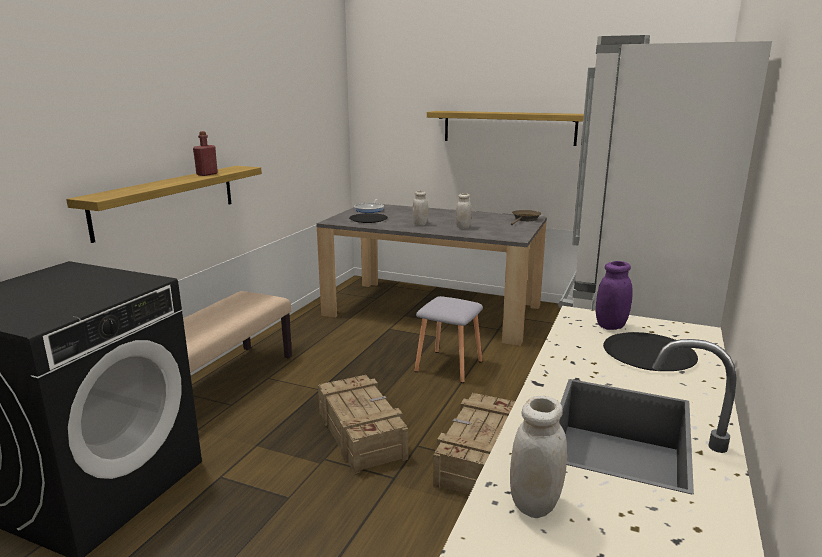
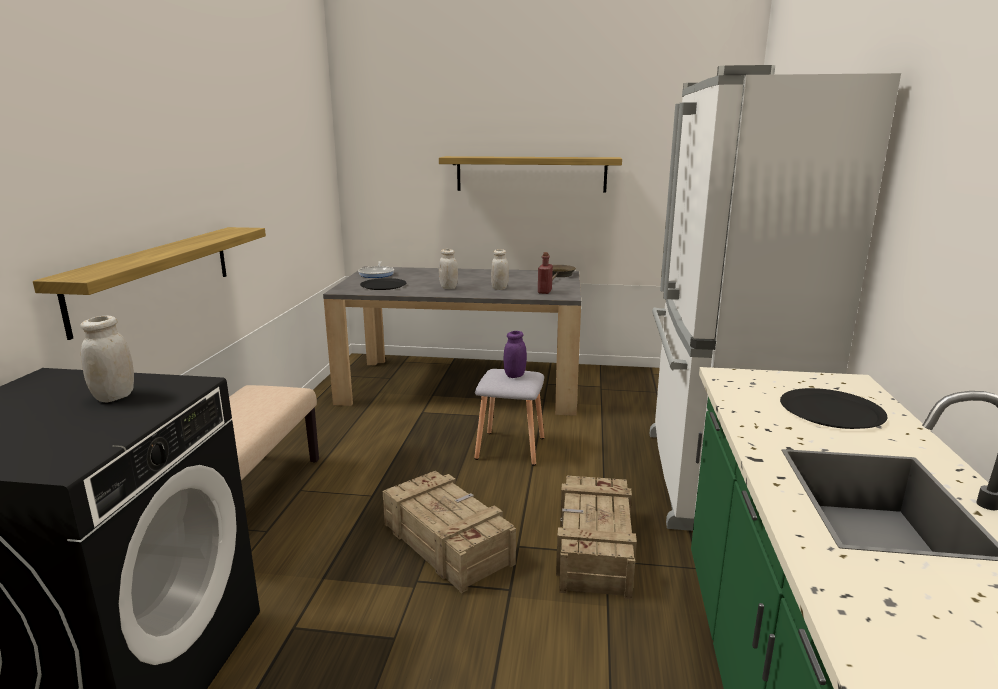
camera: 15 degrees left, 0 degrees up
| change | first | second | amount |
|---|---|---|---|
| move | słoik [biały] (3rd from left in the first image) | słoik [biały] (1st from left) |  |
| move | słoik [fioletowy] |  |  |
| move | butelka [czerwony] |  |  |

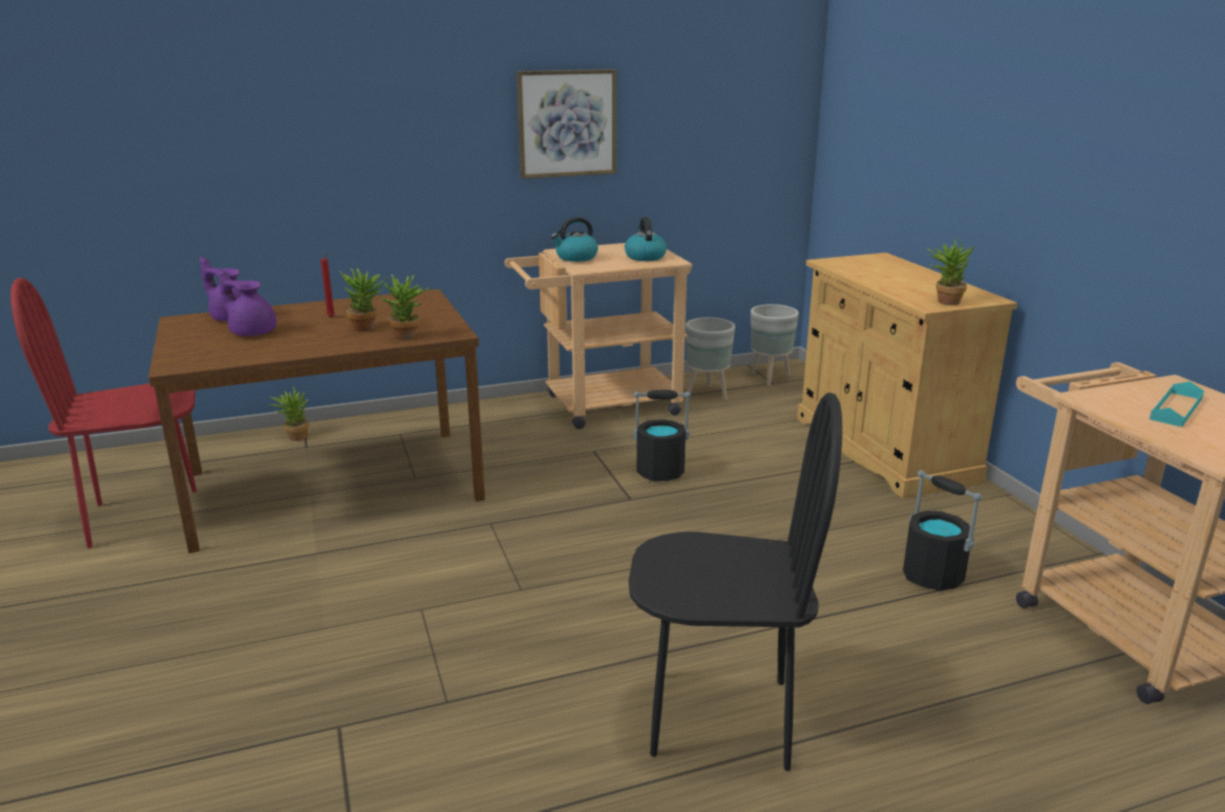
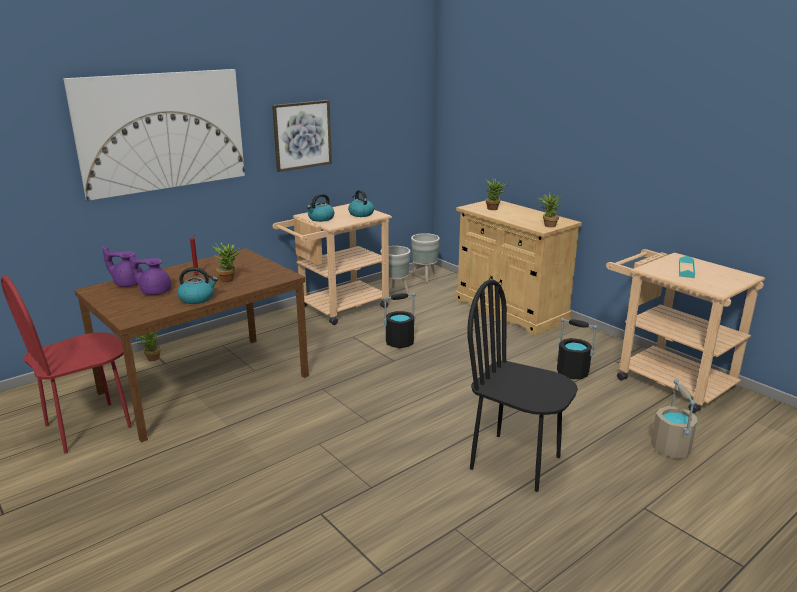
camera: 20 degrees left, 0 degrees up
| change | first | second | amount |
|---|---|---|---|
| insert |  | obraz (1st from left) |  |
| insert |  | czajnik (1st from left) |  |
| rotate | krzesło [czarny] |  | 135 degrees counterclockwise |
| move | roślina doniczkowa (3rd from left) |  |  |
| insert |  | wiadro [beżowy] |  |

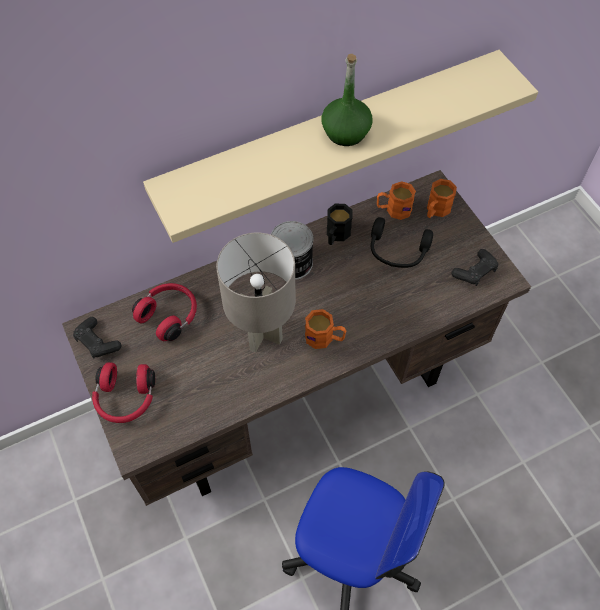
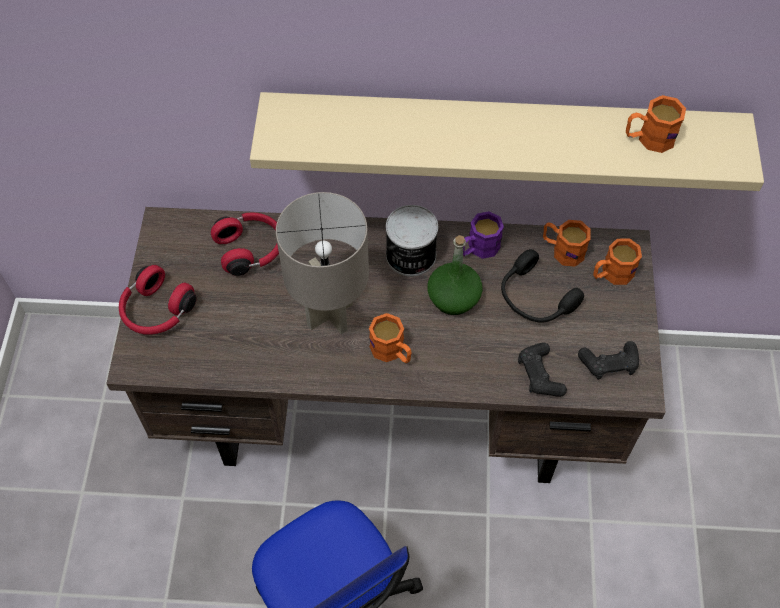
camera: 30 degrees right, 0 degrees up
| change | first | second | amount |
|---|---|---|---|
| move | butelka [zielony] |  |  |
| recolor | kubek [czarny] | kubek [fioletowy] |  |
| move | pad do gier [czarny] (1st from left) |  |  |
| insert |  | kubek [pomarańczowy] (4th from left) |  |

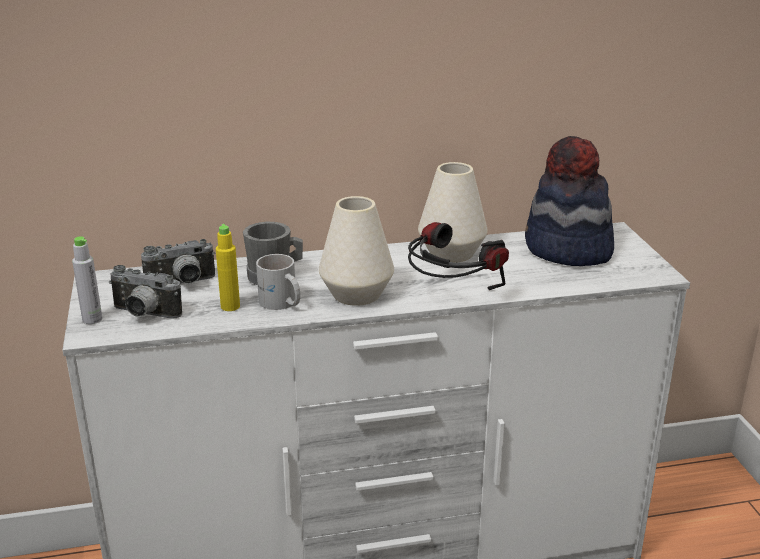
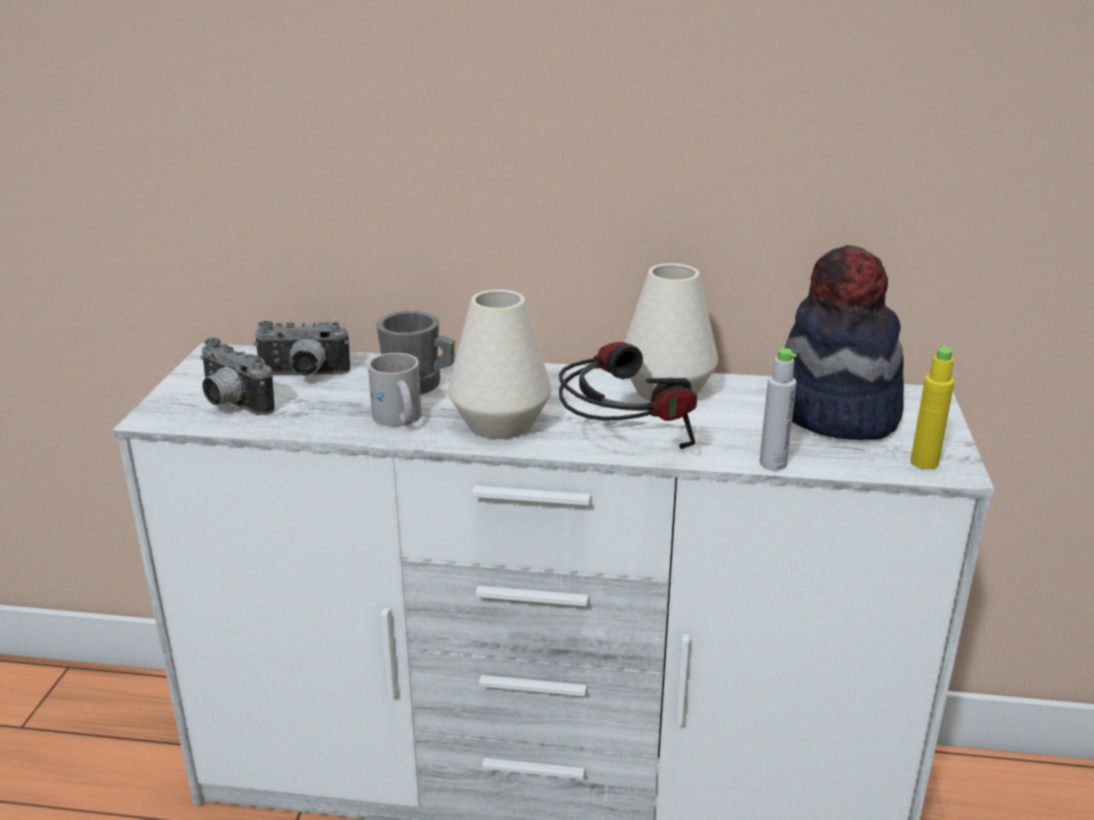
camera: 20 degrees right, 0 degrees up
| change | first | second | amount |
|---|---|---|---|
| move | butelka [szary] |  |  |
| move | butelka [żółty] |  |  |

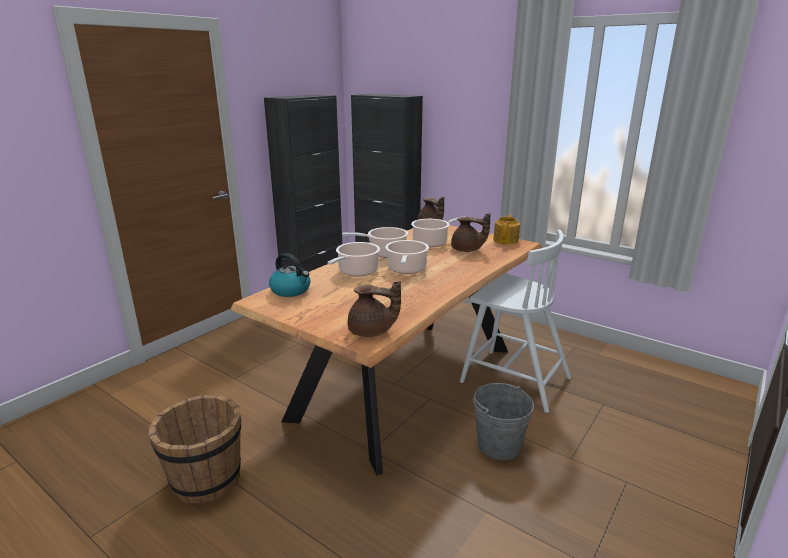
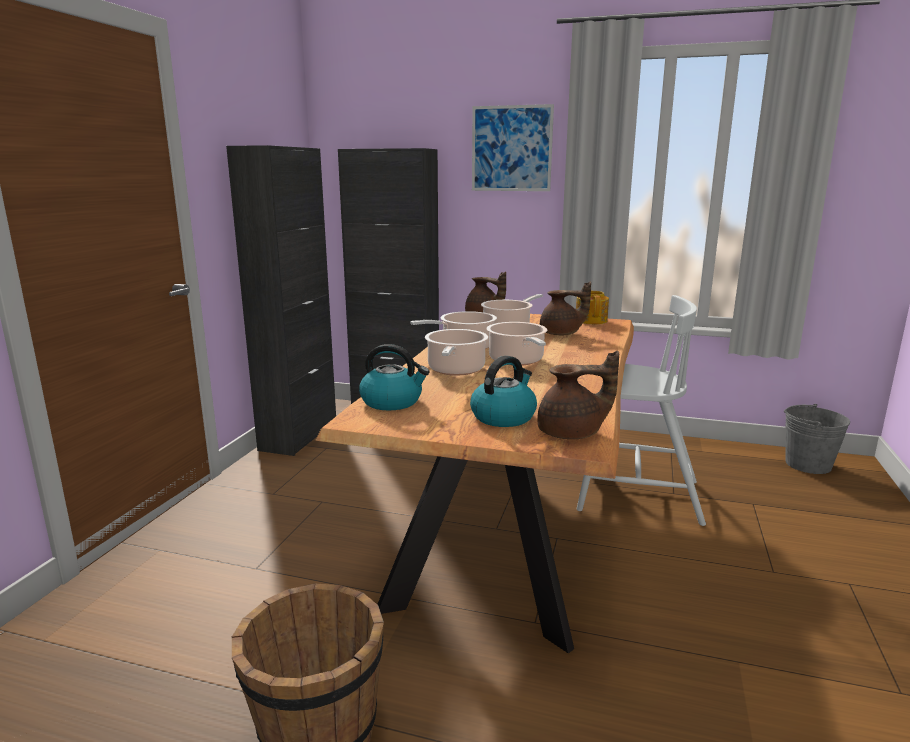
camera: 20 degrees left, 5 degrees down
| change | first | second | amount |
|---|---|---|---|
| insert |  | czajnik (2nd from left) |  |
| insert |  | obraz |  |
| move | wiadro [szary] |  |  |

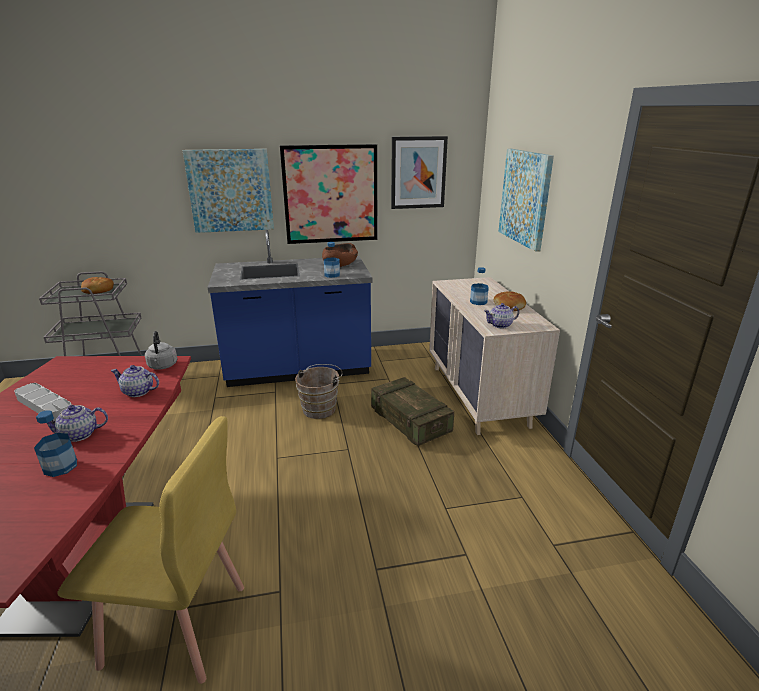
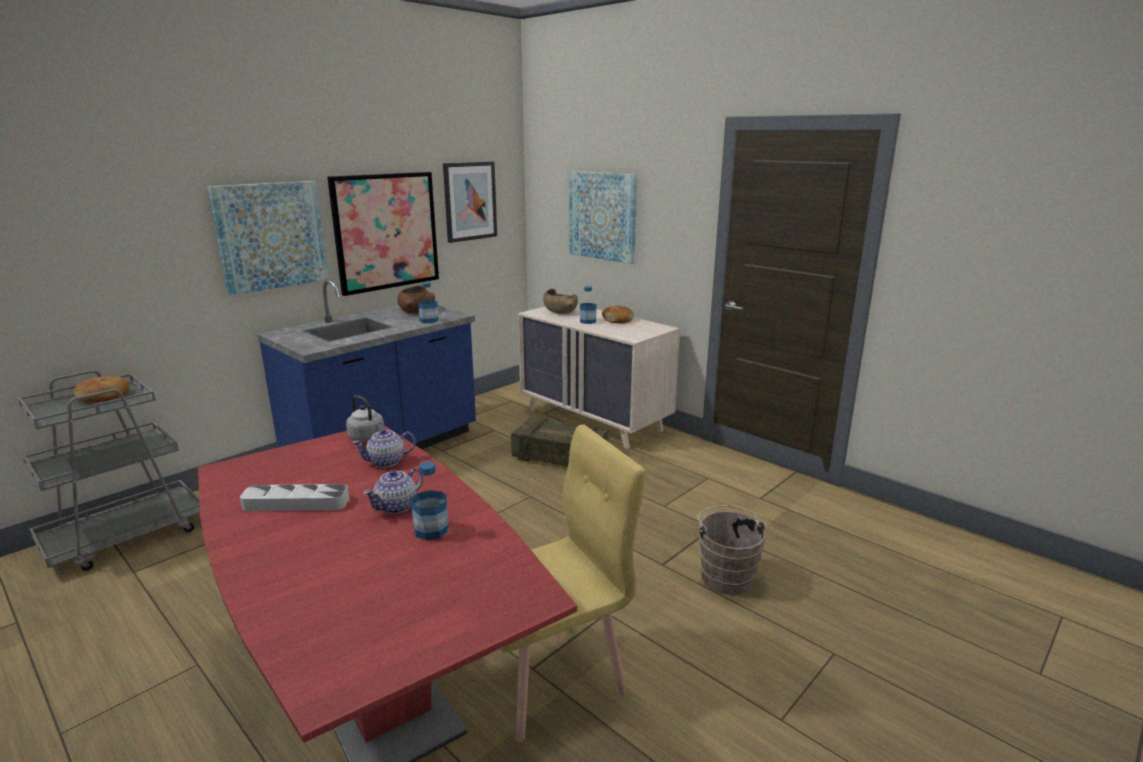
camera: 35 degrees left, 5 degrees down
| change | first | second | amount |
|---|---|---|---|
| insert |  | miska [brązowy] (2nd from left) |  |
| move | wiadro [brązowy] |  |  |
| delete | imbryk (3rd from left) |  |  |

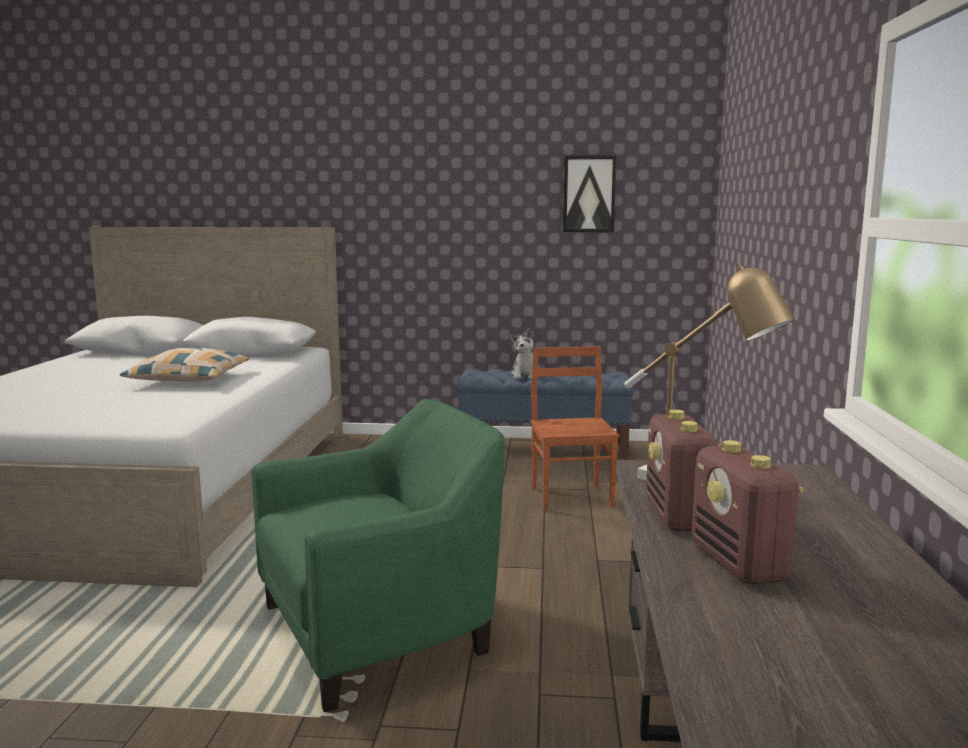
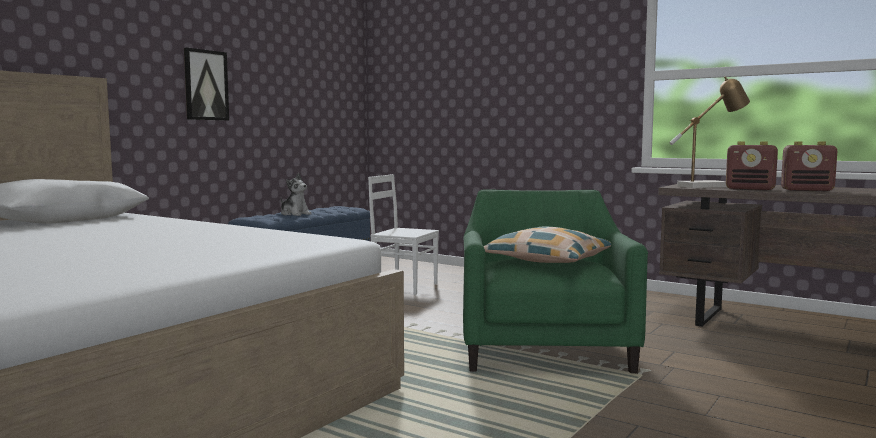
camera: 60 degrees left, 5 degrees down
| change | first | second | amount |
|---|---|---|---|
| move | obraz |  |  |
| recolor | krzesło [brązowy] | krzesło [biały] |  |
| move | poduszka |  |  |

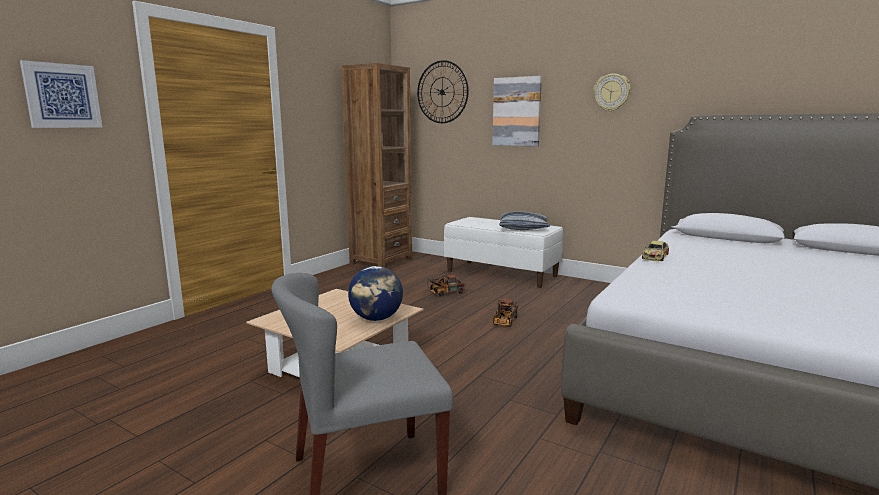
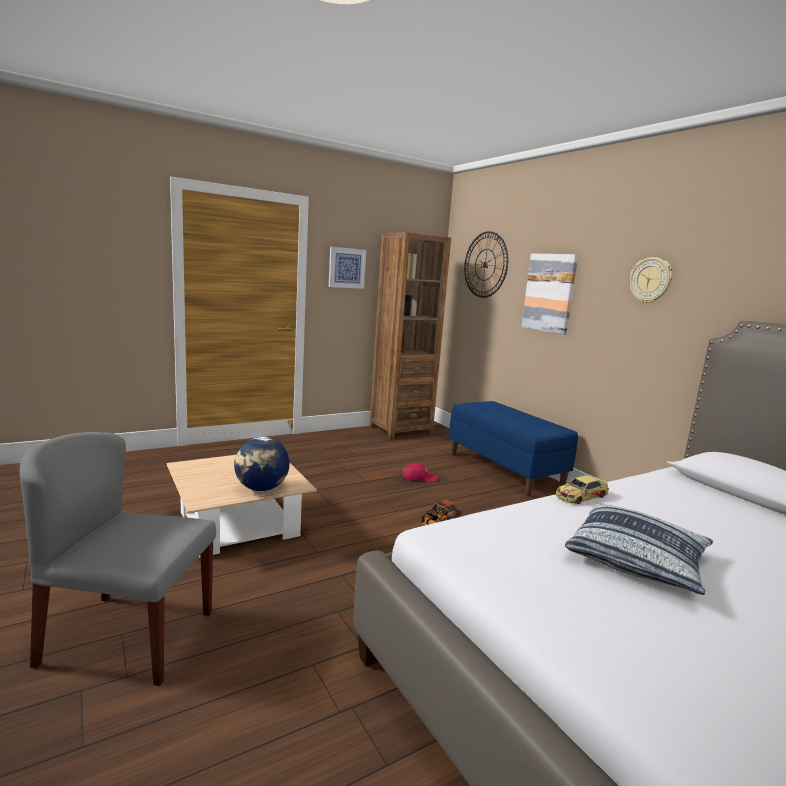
camera: 25 degrees right, 0 degrees up
| change | first | second | amount |
|---|---|---|---|
| move | obraz (1st from left) |  |  |
| replace | ciężarówka zabawkowa (1st from left) | czapka z daszkiem [czerwony] |  |
| recolor | ławka [biały] | ławka [niebieski] |  |
| move | poduszka |  |  |

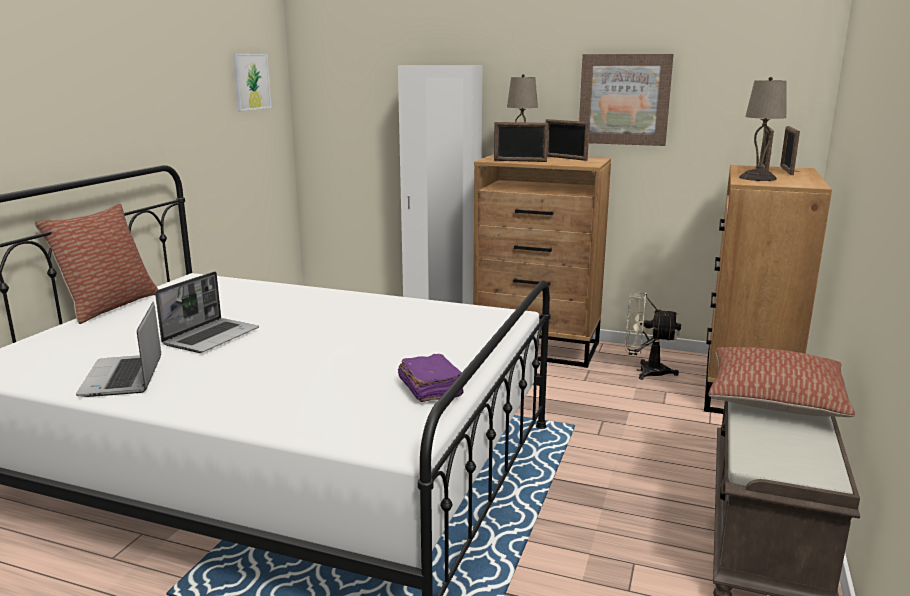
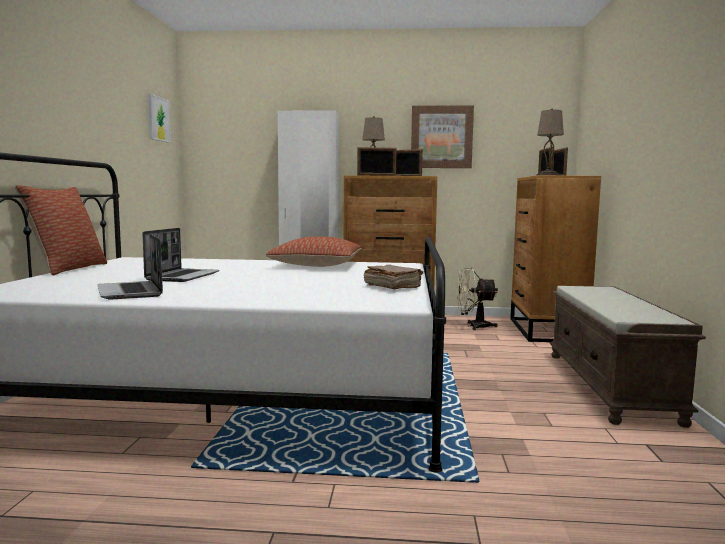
camera: 15 degrees left, 10 degrees down
| change | first | second | amount |
|---|---|---|---|
| move | poduszka (2nd from left) |  |  |
| recolor | książka [fioletowy] | książka [brązowy] |  |

